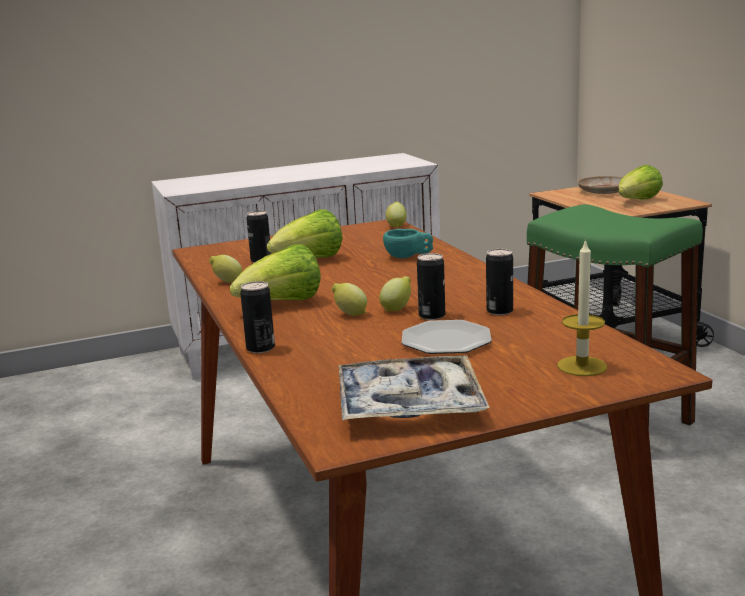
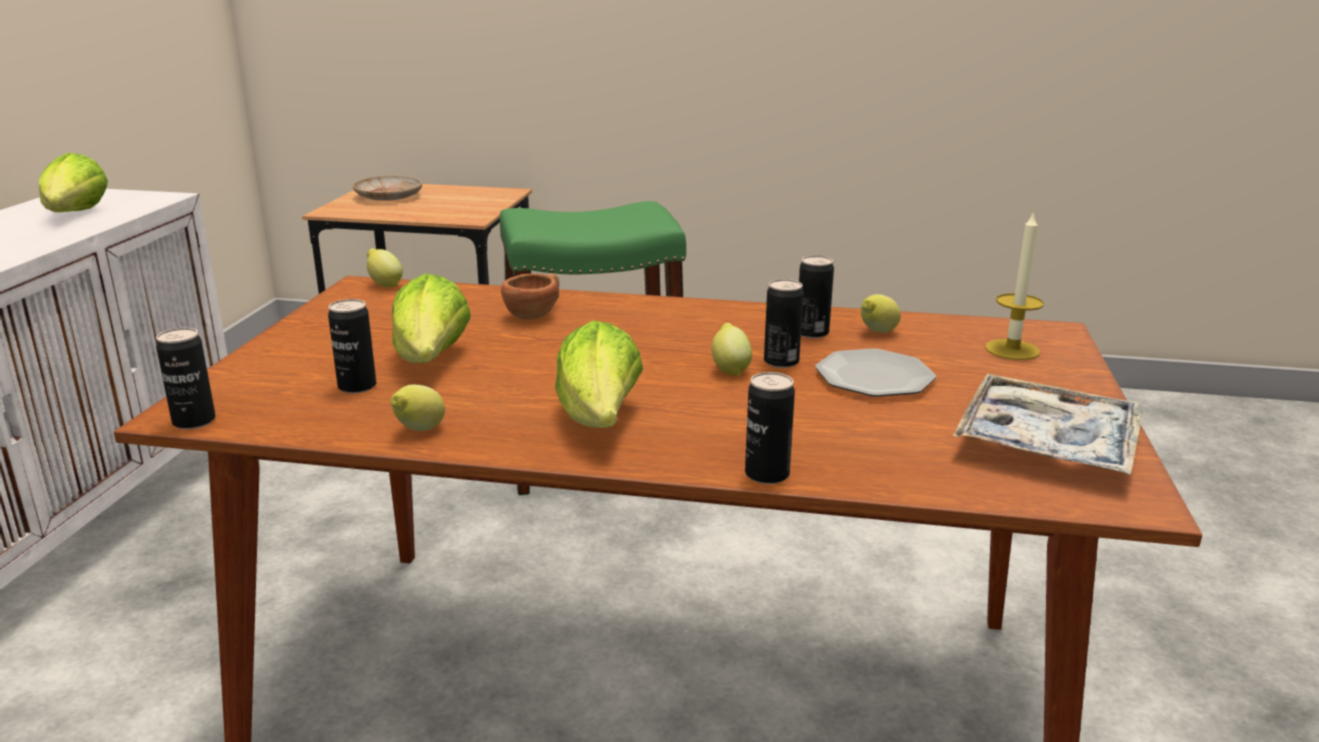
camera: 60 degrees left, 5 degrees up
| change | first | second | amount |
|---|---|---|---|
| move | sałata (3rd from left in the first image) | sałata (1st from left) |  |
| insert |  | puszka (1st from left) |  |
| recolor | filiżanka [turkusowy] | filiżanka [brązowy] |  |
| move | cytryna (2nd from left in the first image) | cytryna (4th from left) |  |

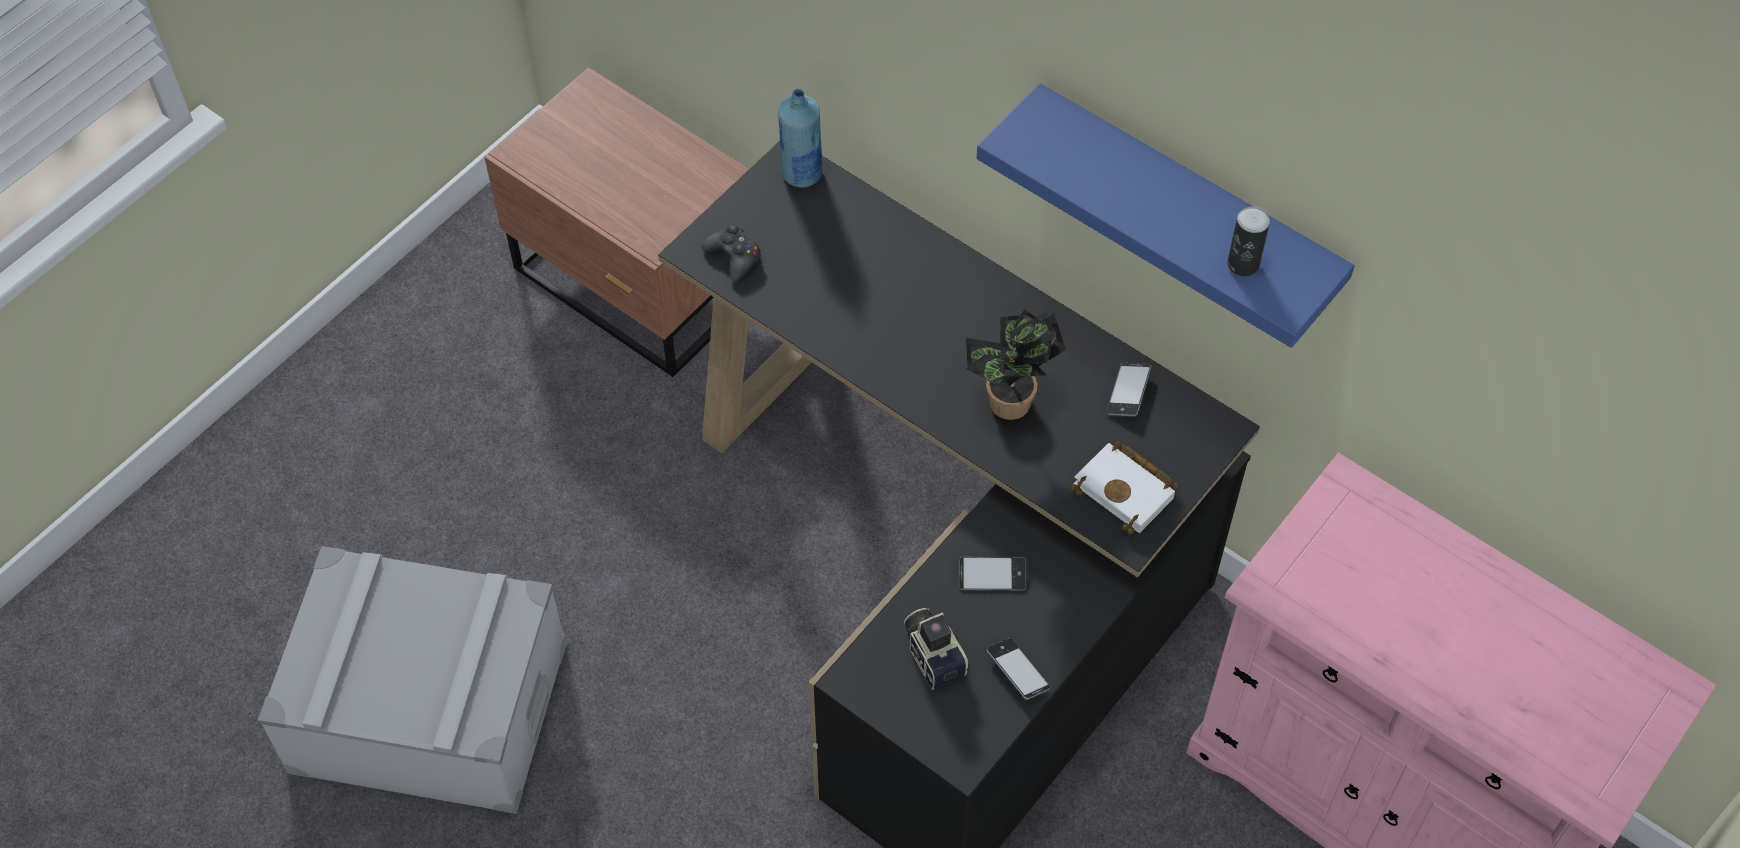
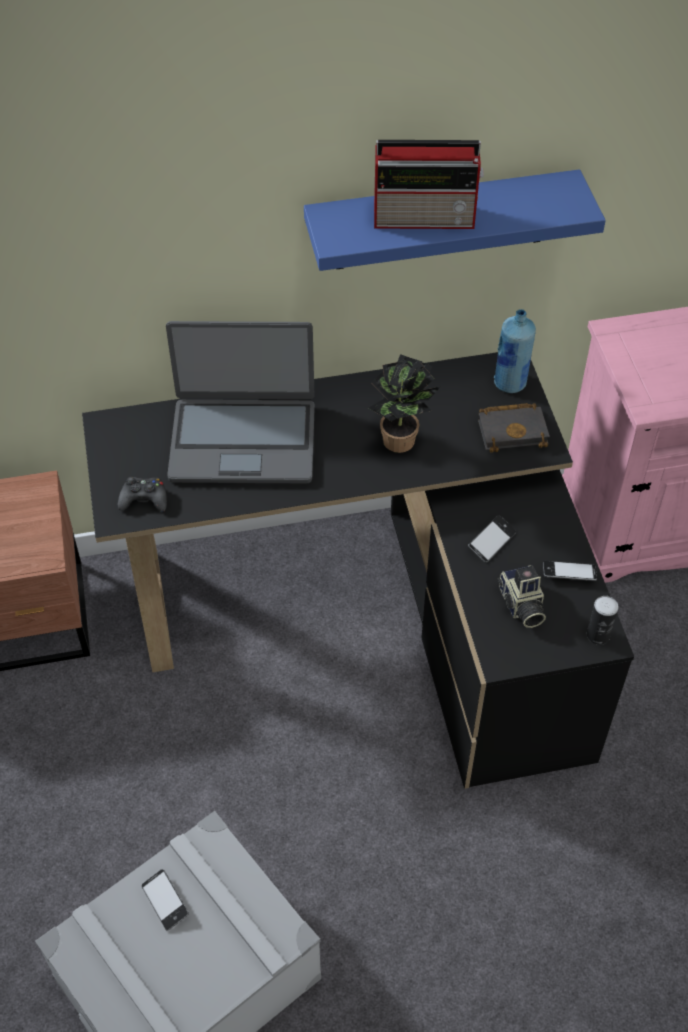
camera: 50 degrees left, 5 degrees down
| change | first | second | amount |
|---|---|---|---|
| move | telefon (3rd from left in the first image) | telefon (1st from left) |  |
| insert |  | laptop |  |
| insert |  | radio |  |
| recolor | książka [biały] | książka [czarny] |  |
| move | butelka [niebieski] |  |  |
| rotate | aparat fotograficzny |  | 120 degrees counterclockwise |
| move | puszka |  |  |

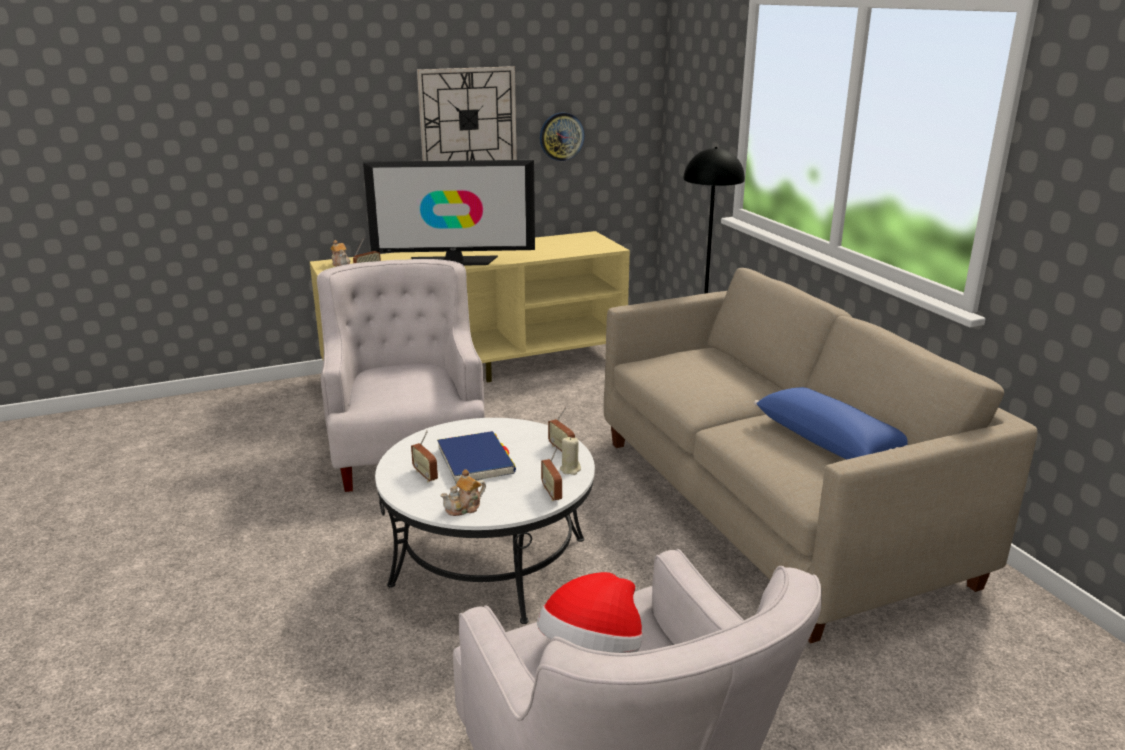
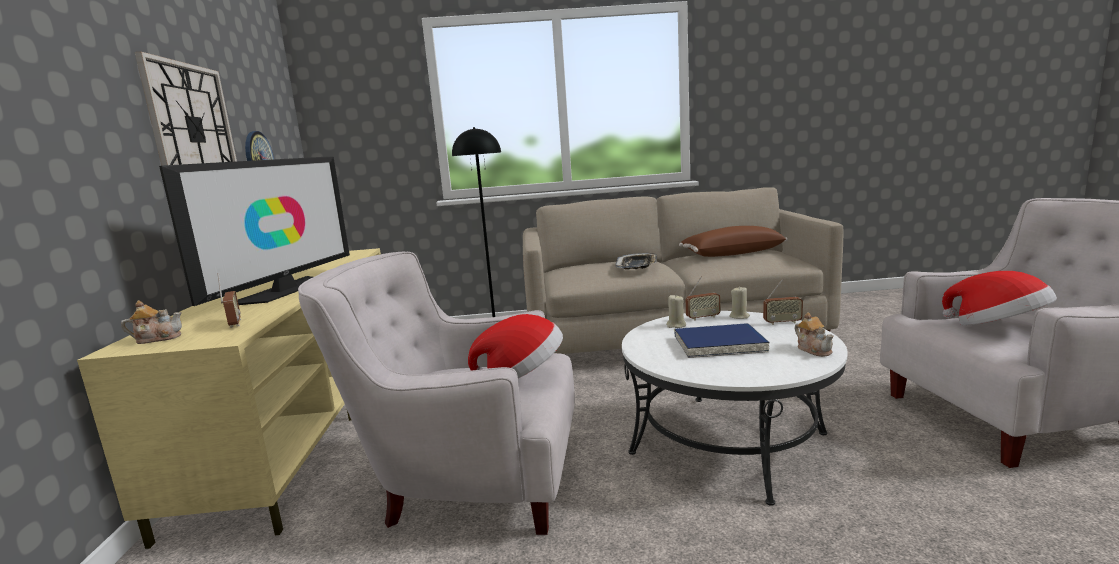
camera: 70 degrees left, 10 degrees down
| change | first | second | amount |
|---|---|---|---|
| insert |  | kapelusz (1st from left) |  |
| insert |  | taca |  |
| insert |  | świeca [beżowy] (1st from left) |  |
| recolor | poduszka [niebieski] | poduszka [brązowy] |  |
| delete | radio (2nd from left) |  |  |

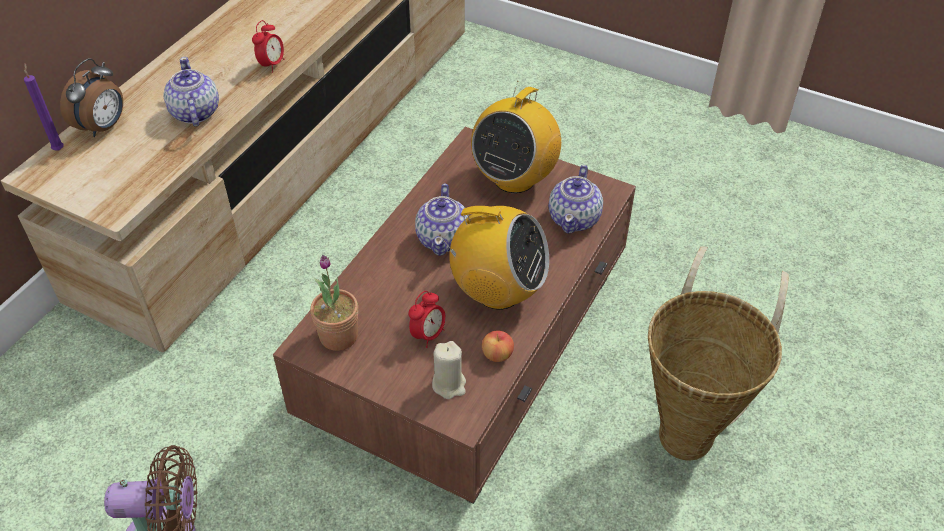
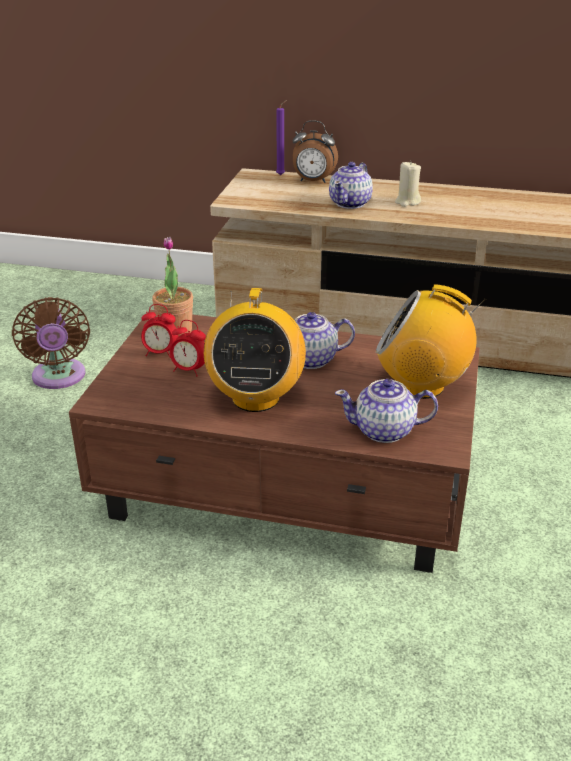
camera: 75 degrees right, 15 degrees down
| change | first | second | amount |
|---|---|---|---|
| move | budzik (2nd from left in the first image) | budzik (1st from left) |  |
| rotate | imbryk (1st from left in the first image) | imbryk (2nd from left) | 150 degrees clockwise |
| move | świeca [beżowy] |  |  |
| delete | jabłko |  |  |
| delete | koszyk |  |  |

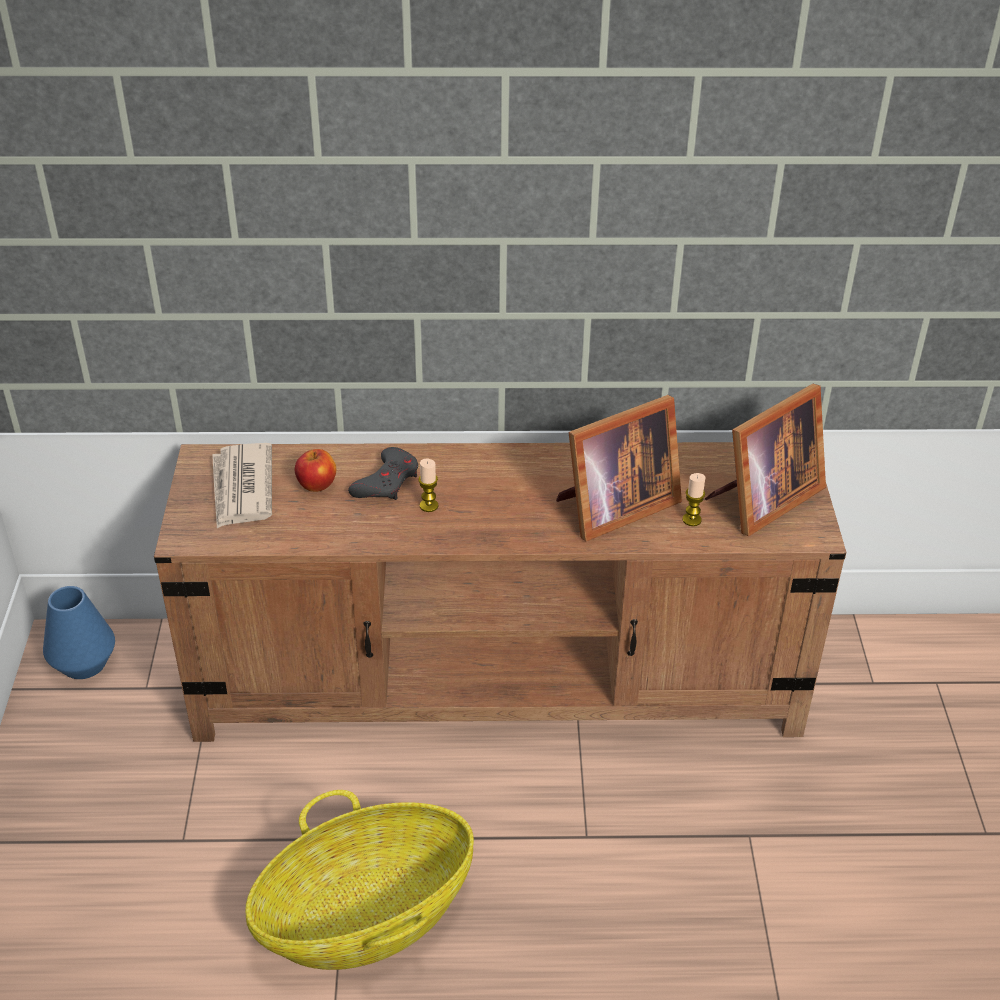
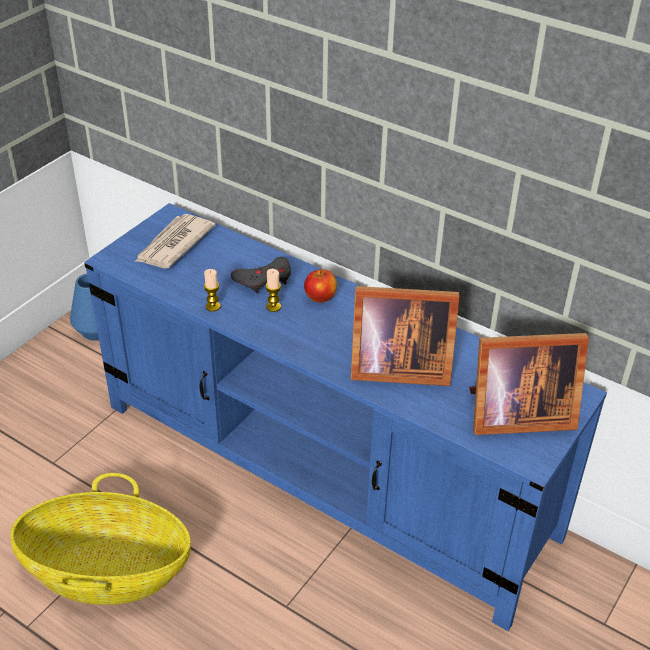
camera: 35 degrees right, 0 degrees up
| change | first | second | amount |
|---|---|---|---|
| recolor | szafka pod telewizor [brązowy] | szafka pod telewizor [niebieski] |  |
| move | świeca (2nd from left in the first image) | świeca (1st from left) |  |
| move | jabłko |  |  |

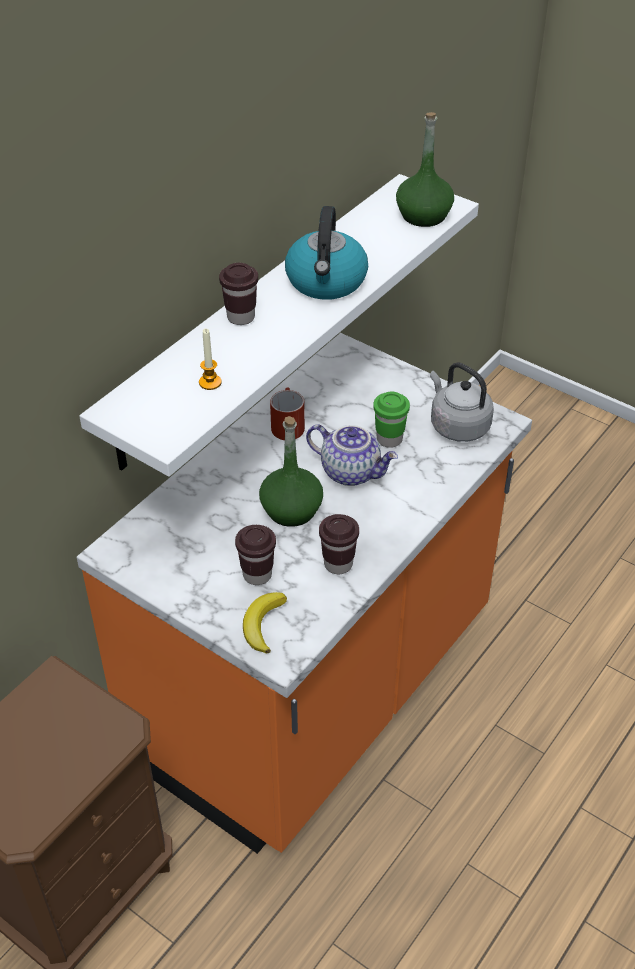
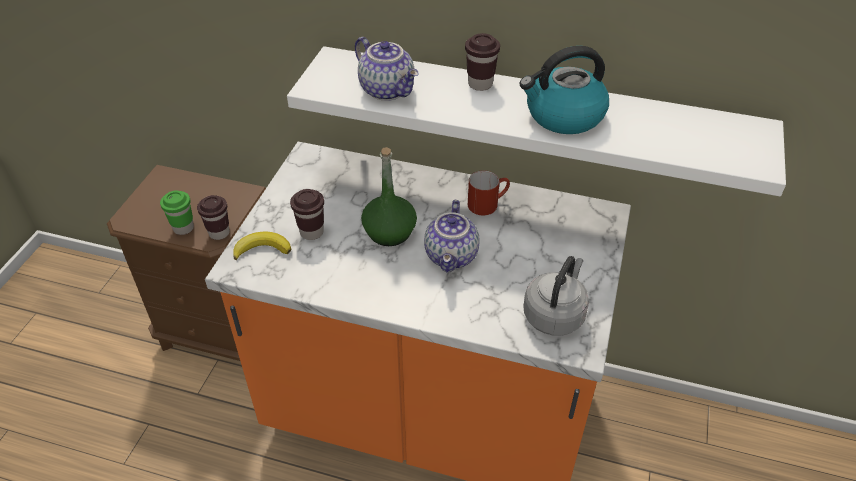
camera: 70 degrees right, 0 degrees up
| change | first | second | amount |
|---|---|---|---|
| move | filiżanka [zielony] |  |  |
| move | filiżanka [brązowy] (3rd from left in the first image) | filiżanka [brązowy] (1st from left) |  |
| replace | świeca | imbryk (1st from left) |  |
| delete | butelka [zielony] (2nd from left) |  |  |

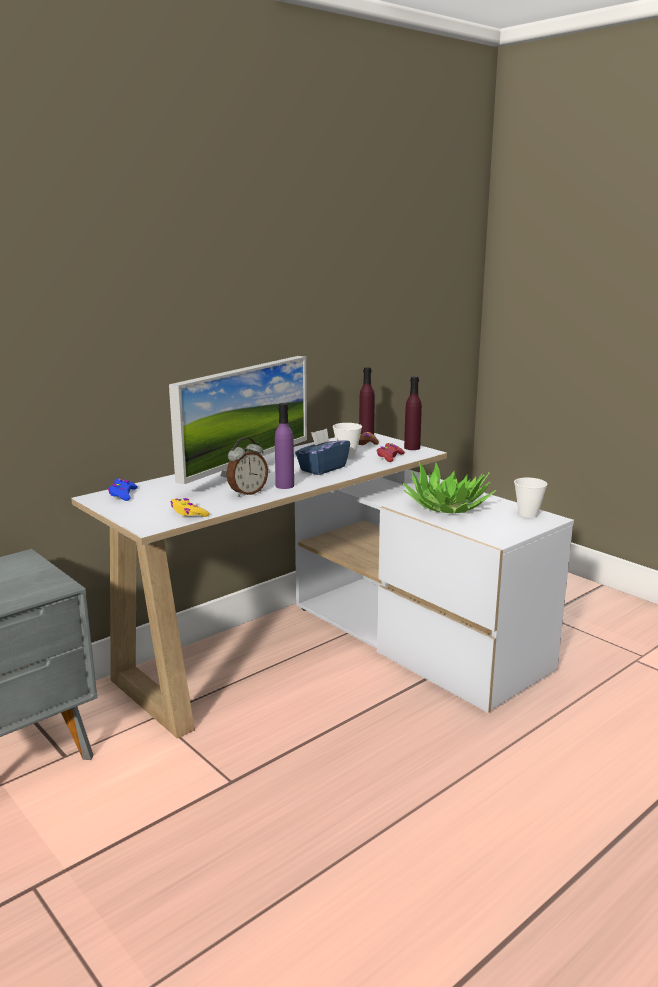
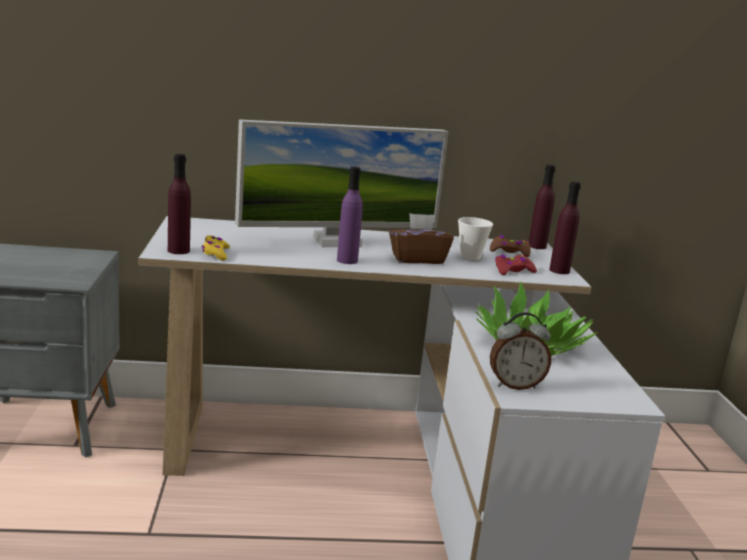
camera: 35 degrees right, 0 degrees up
| change | first | second | amount |
|---|---|---|---|
| insert |  | butelka [fioletowy] (1st from left) |  |
| recolor | pudełko chusteczek [niebieski] | pudełko chusteczek [brązowy] |  |
| move | budzik |  |  |
| delete | pad do gier [niebieski] |  |  |
| delete | filiżanka (2nd from left) |  |  |

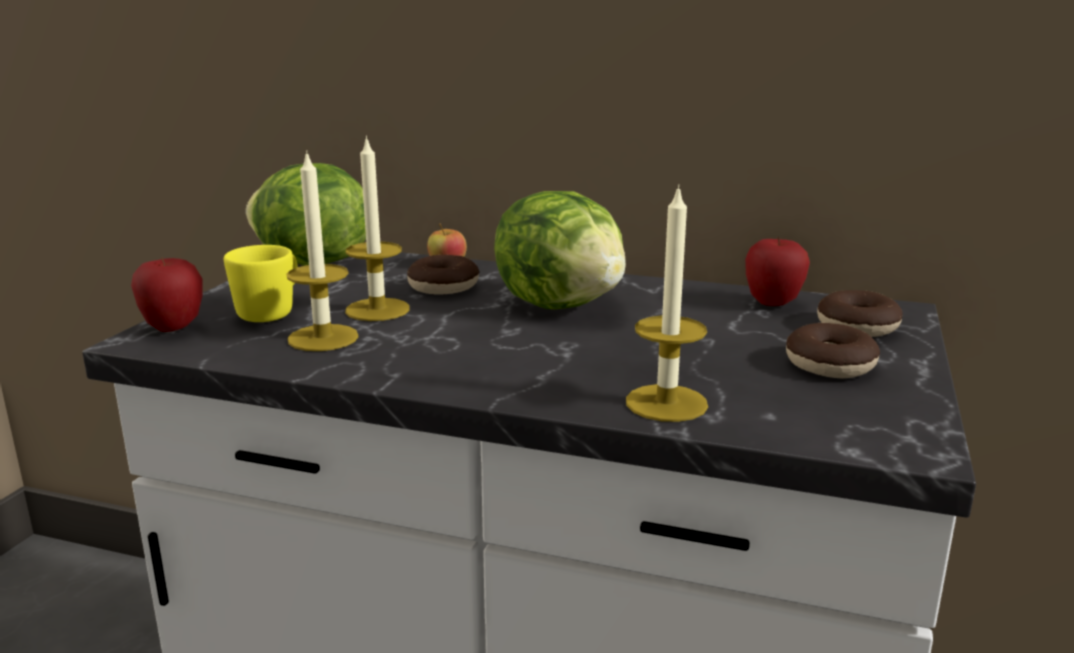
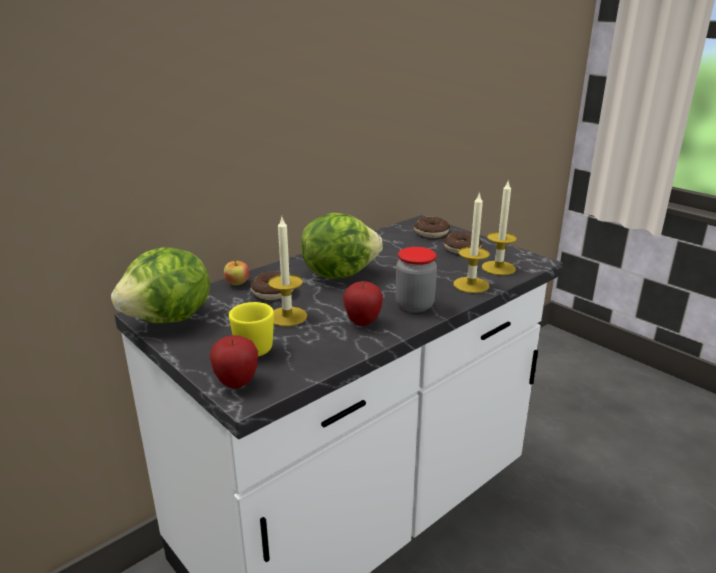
camera: 60 degrees left, 5 degrees up
| change | first | second | amount |
|---|---|---|---|
| move | jabłko (3rd from left) |  |  |
| insert |  | słoik |  |
| move | świeca (1st from left in the first image) | świeca (3rd from left) |  |

